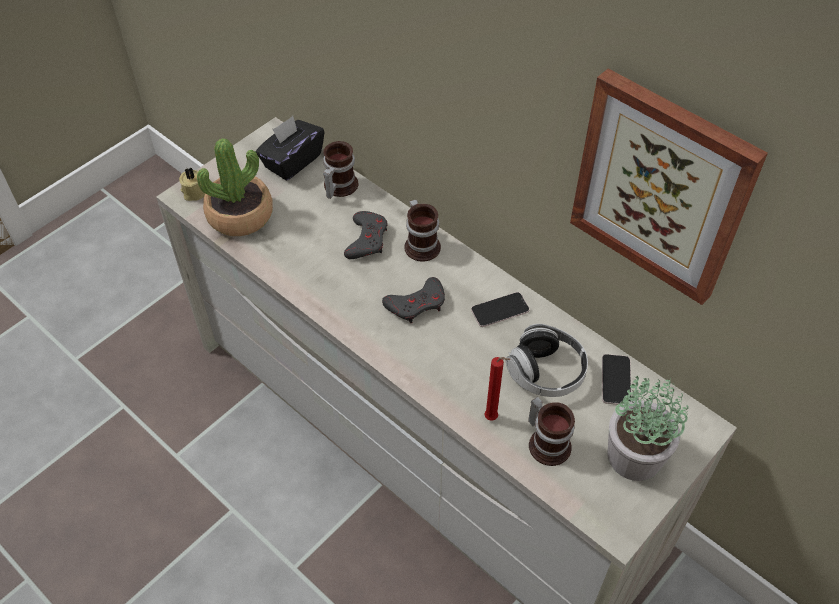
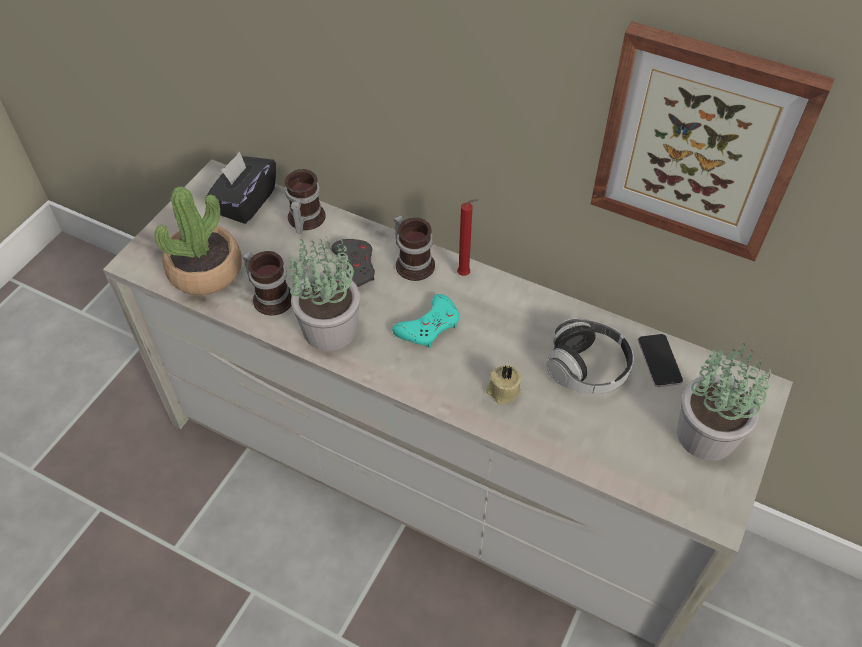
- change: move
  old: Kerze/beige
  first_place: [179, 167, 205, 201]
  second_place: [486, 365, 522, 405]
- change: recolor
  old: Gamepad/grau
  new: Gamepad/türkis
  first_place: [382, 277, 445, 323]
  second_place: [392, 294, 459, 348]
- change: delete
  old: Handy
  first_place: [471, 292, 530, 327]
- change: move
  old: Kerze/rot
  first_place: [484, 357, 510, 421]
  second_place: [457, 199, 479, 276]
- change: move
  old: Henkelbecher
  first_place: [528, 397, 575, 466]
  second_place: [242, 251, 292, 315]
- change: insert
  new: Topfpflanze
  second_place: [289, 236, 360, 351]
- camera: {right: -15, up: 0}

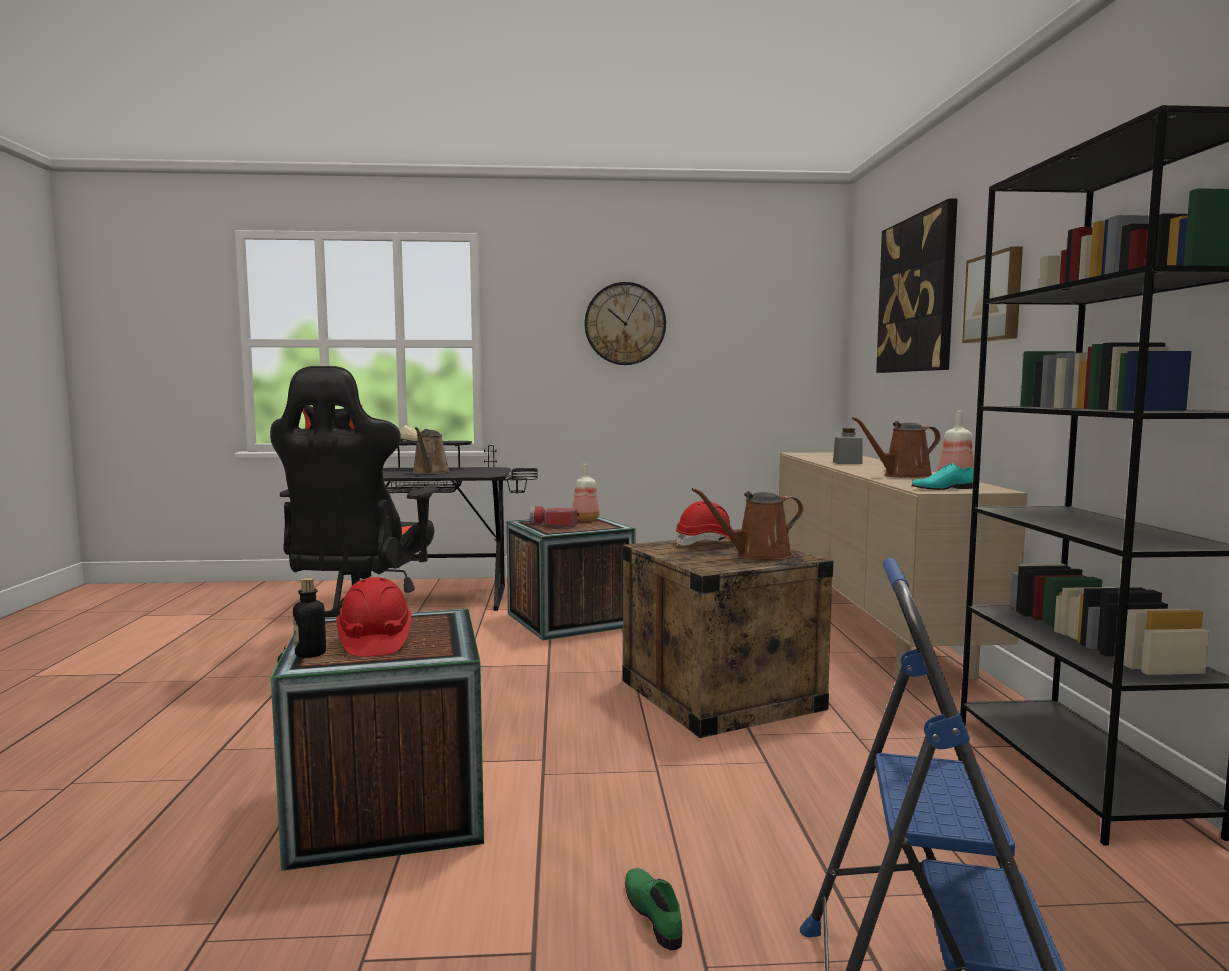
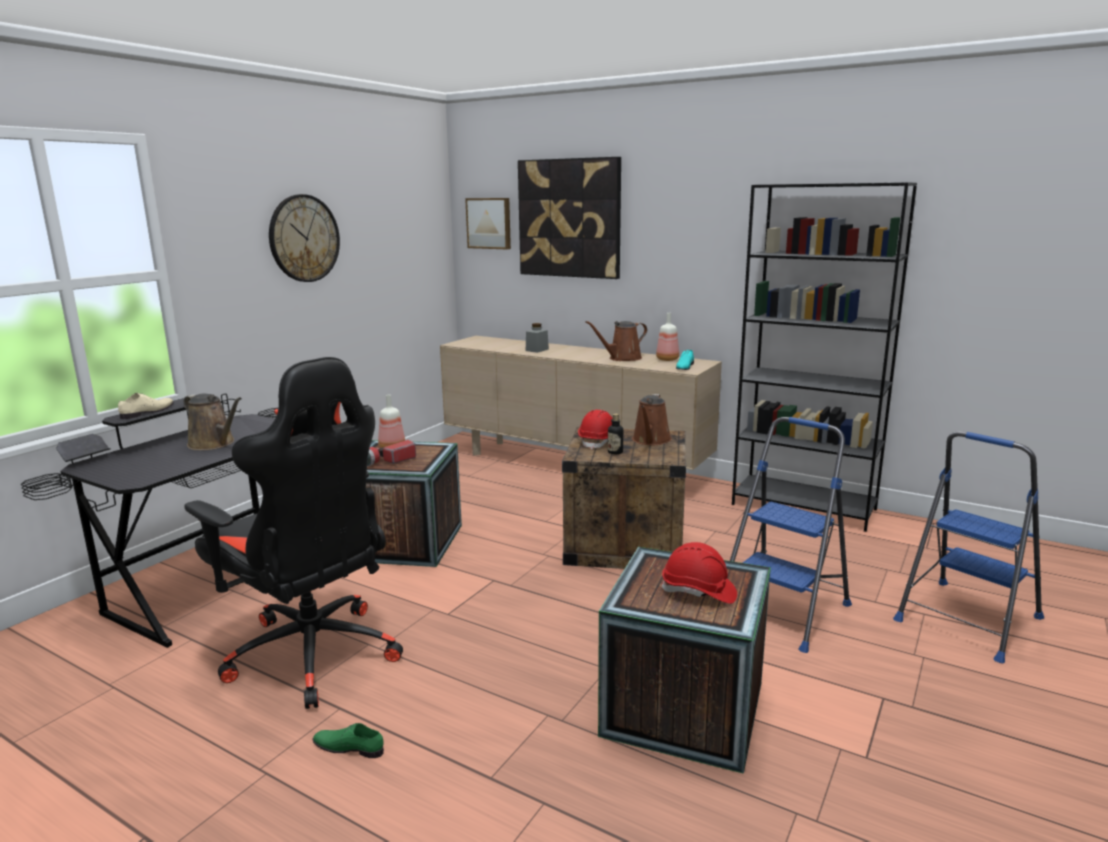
- change: move
  old: Flasche
  first_place: [293, 578, 326, 658]
  second_place: [608, 414, 623, 454]
- change: move
  old: Schuh/grün
  first_place: [625, 868, 682, 950]
  second_place: [313, 723, 384, 758]
- change: rotate
  old: Gießkanne/braun
  first_place: [852, 417, 941, 478]
  second_place: [585, 321, 647, 361]
  degrees: 45
- change: move
  old: Bild
  first_place: [962, 246, 1023, 343]
  second_place: [465, 198, 511, 249]
- change: insert
  new: Trittleiter/blau
  second_place: [730, 417, 852, 653]
- camera: {right: -55, up: 10}

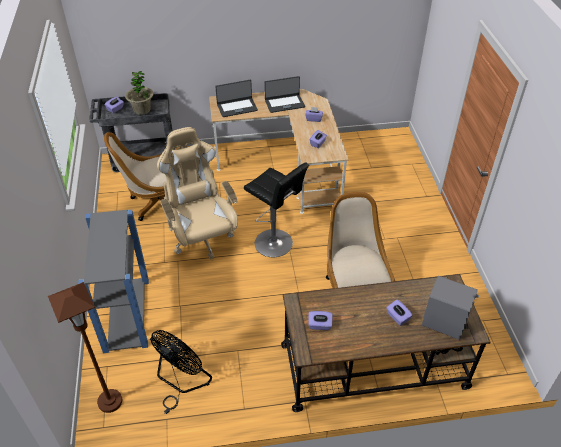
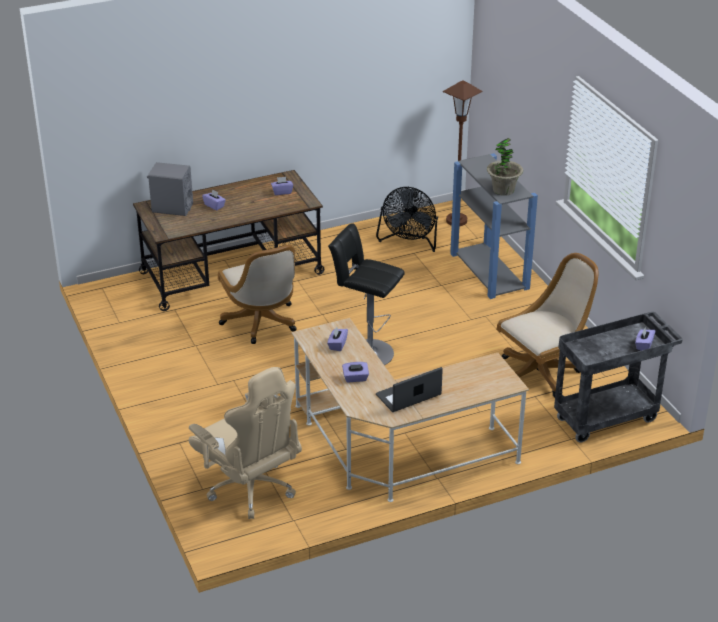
- change: move
  old: Topfpflanze
  first_place: [125, 71, 154, 115]
  second_place: [487, 138, 523, 196]
- change: move
  old: Bürostuhl/beige
  first_place: [157, 127, 238, 260]
  second_place: [189, 367, 302, 519]
- change: delete
  old: Laptop
  first_place: [215, 80, 258, 117]
- camera: {right: 165, up: -10}

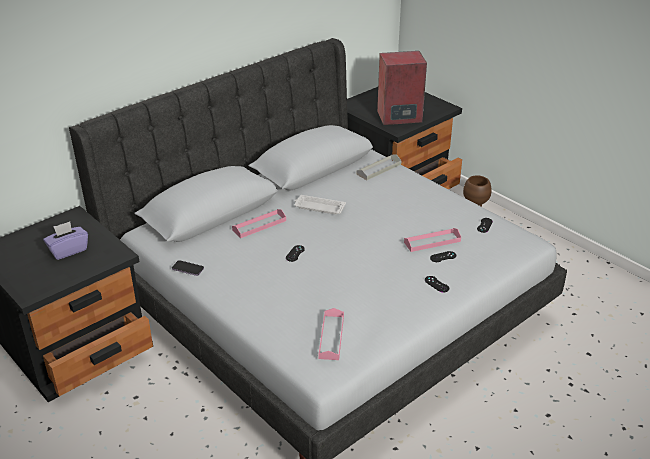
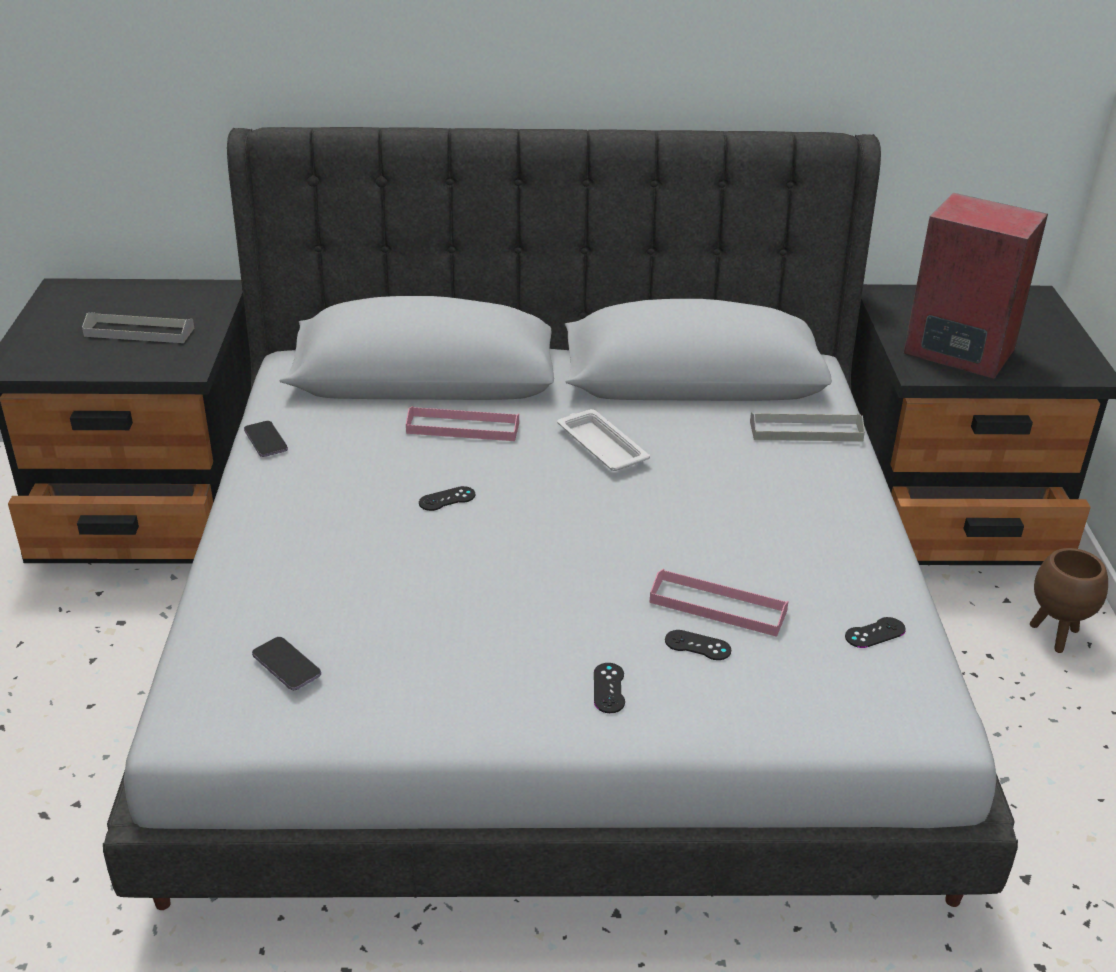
- change: replace
  old: Taschentuchbox/lila
  new: Tablett/grau
  first_place: [43, 222, 88, 260]
  second_place: [82, 312, 194, 343]
- change: replace
  old: Tablett/rosa
  new: Handy
  first_place: [318, 308, 344, 360]
  second_place: [252, 637, 321, 690]
- camera: {right: 40, up: 0}

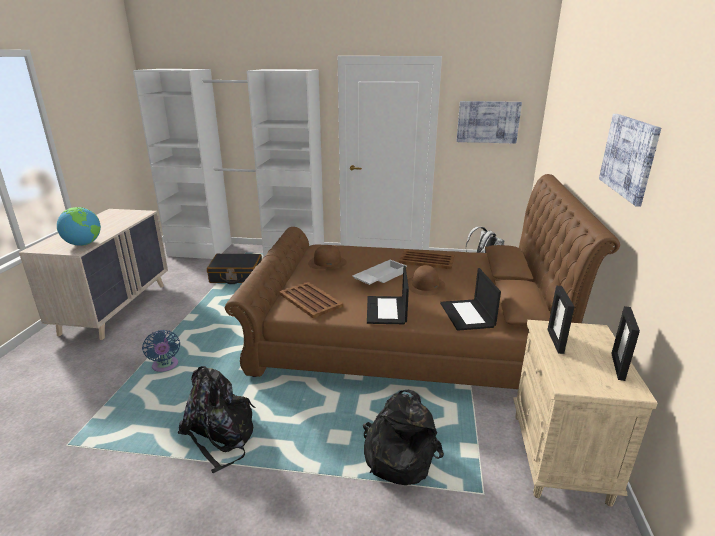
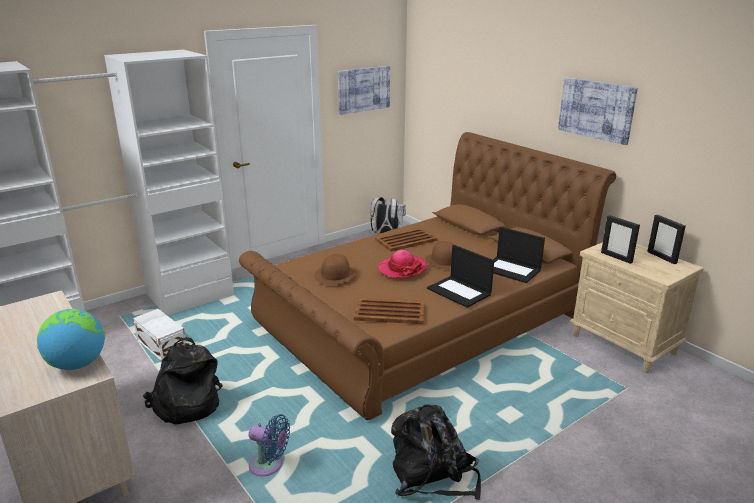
- change: replace
  old: Koffer/schwarz
  new: Aufbewahrungsbox/weiß
  first_place: [207, 254, 262, 284]
  second_place: [133, 309, 186, 361]
- change: replace
  old: Tablett/weiß
  new: Hut
  first_place: [352, 260, 407, 285]
  second_place: [378, 250, 428, 278]
- change: move
  old: Rucksack/schwarz
  first_place: [363, 390, 444, 485]
  second_place: [143, 337, 222, 424]
- camera: {right: -45, up: 0}

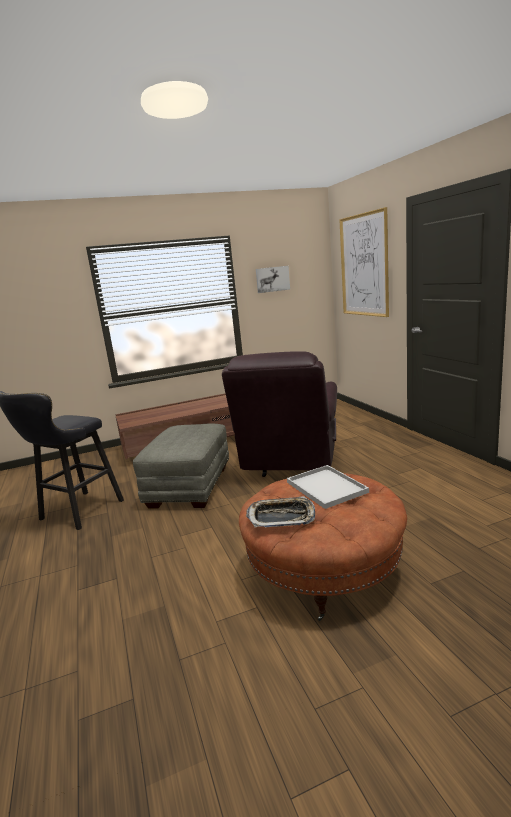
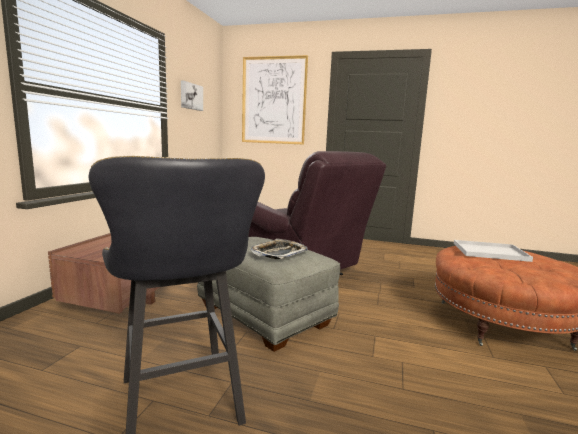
- change: move
  old: Tablett
  first_place: [246, 496, 315, 527]
  second_place: [251, 239, 308, 259]
- camera: {right: -55, up: -5}

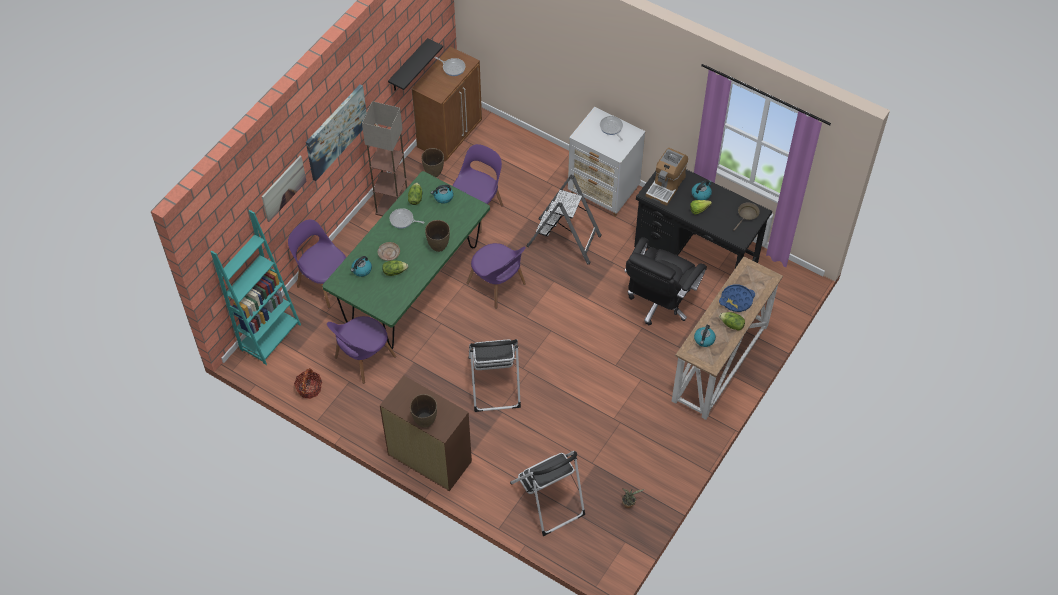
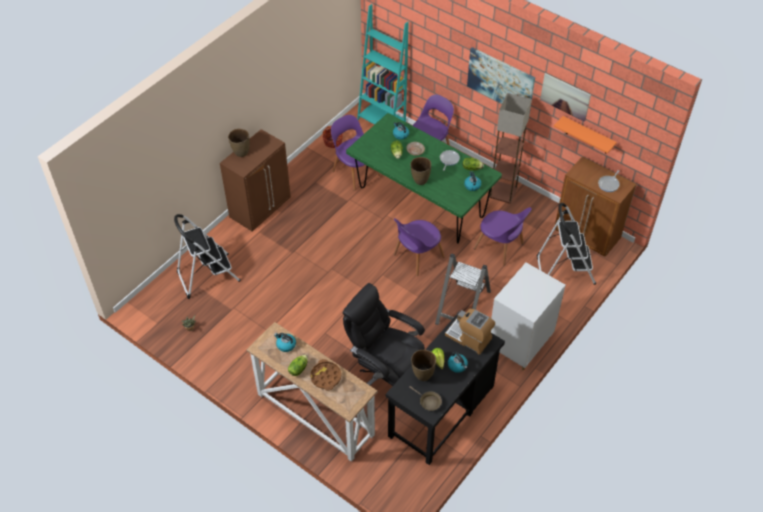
- change: move
  old: Bild
  first_place: [262, 156, 307, 222]
  second_place: [540, 73, 591, 122]
- change: recolor
  old: Wandregal/schwarz
  new: Wandregal/orange
  first_place: [388, 38, 443, 91]
  second_place: [554, 116, 617, 153]
- change: move
  old: Vase/braun
  first_place: [422, 148, 444, 177]
  second_place: [411, 350, 436, 381]
- change: move
  old: Trittleiter
  first_place: [469, 339, 521, 412]
  second_place: [537, 203, 596, 285]
- change: delete
  old: Pfanne
  first_place: [600, 116, 623, 141]
- change: recolor
  old: Tablett/blau
  new: Tablett/braun
  first_place: [719, 284, 755, 312]
  second_place: [310, 359, 342, 391]
- camera: {right: 95, up: -5}

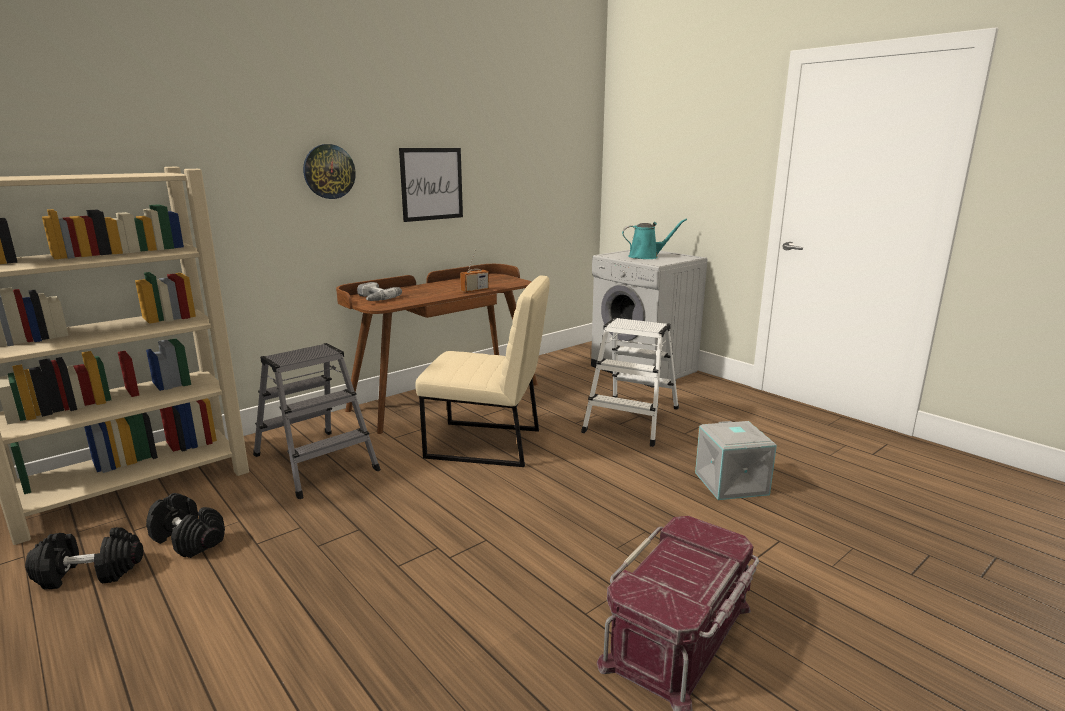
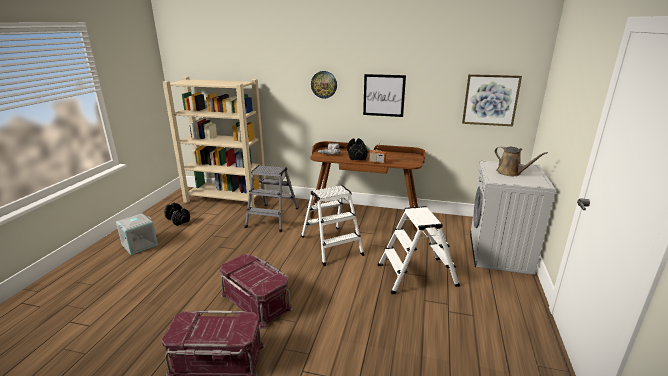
- change: move
  old: Hantel/schwarz
  first_place: [146, 493, 225, 558]
  second_place: [347, 138, 368, 160]
- change: replace
  old: Stuhl/beige
  new: Trittleiter/weiß
  first_place: [415, 275, 550, 467]
  second_place: [301, 185, 364, 266]
- change: recolor
  old: Gießkanne/türkis
  new: Gießkanne/braun
  first_place: [622, 219, 687, 259]
  second_place: [495, 146, 548, 176]
- change: move
  old: Aufbewahrungsbox/grau
  first_place: [695, 421, 777, 500]
  second_place: [116, 213, 158, 255]
- change: insert
  new: Aufbewahrungsbox/rot
  second_place: [220, 254, 293, 329]
- change: insert
  new: Bild
  second_place: [462, 74, 522, 126]
- camera: {right: 55, up: 5}

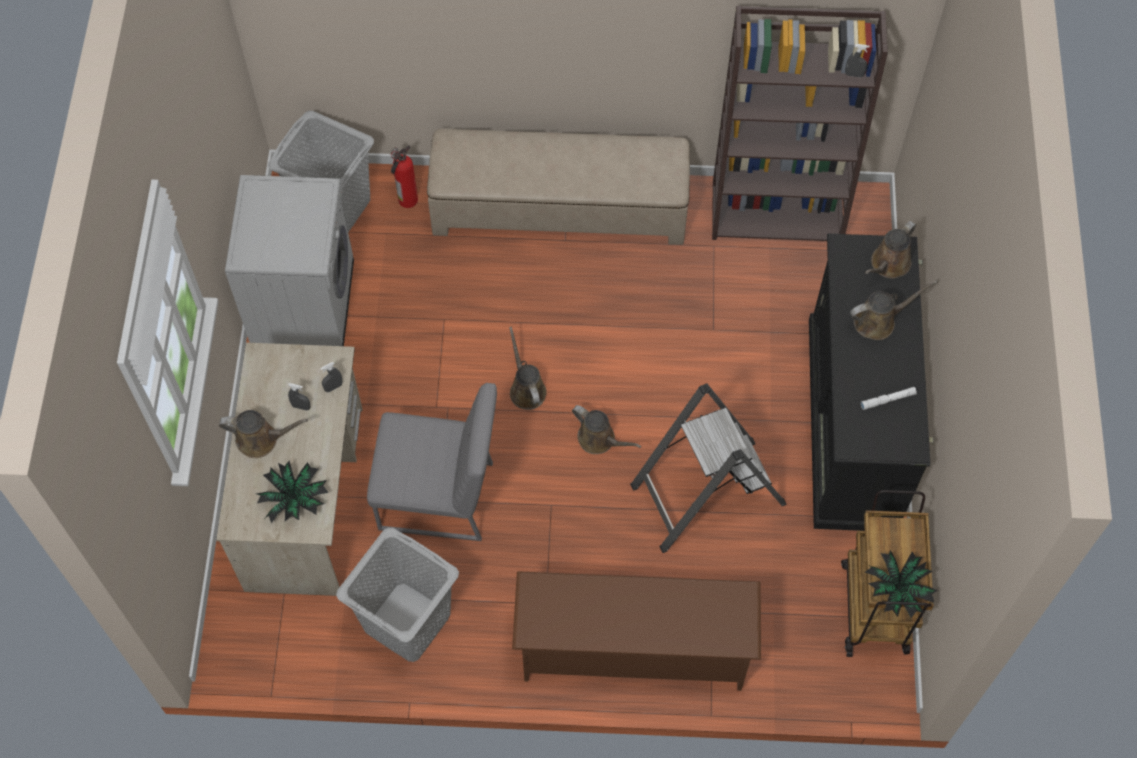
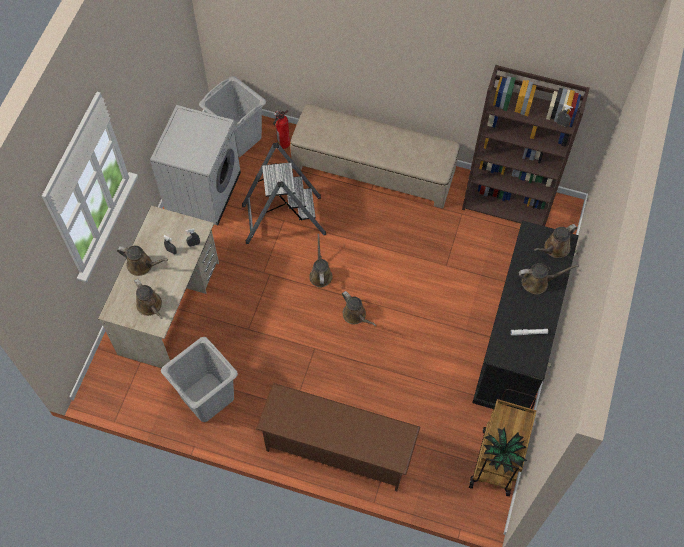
- change: replace
  old: Topfpflanze
  new: Gießkanne/braun
  first_place: [257, 461, 329, 523]
  second_place: [134, 279, 162, 319]
- change: delete
  old: Stuhl/grau
  first_place: [367, 383, 497, 541]
- change: move
  old: Trittleiter/grau
  first_place: [630, 383, 787, 553]
  second_place: [242, 143, 326, 244]
- camera: {right: 15, up: 0}

